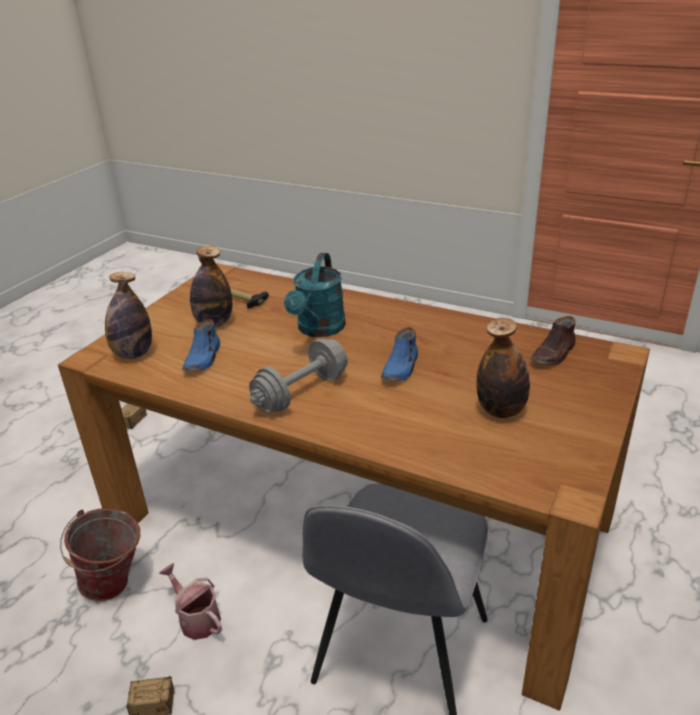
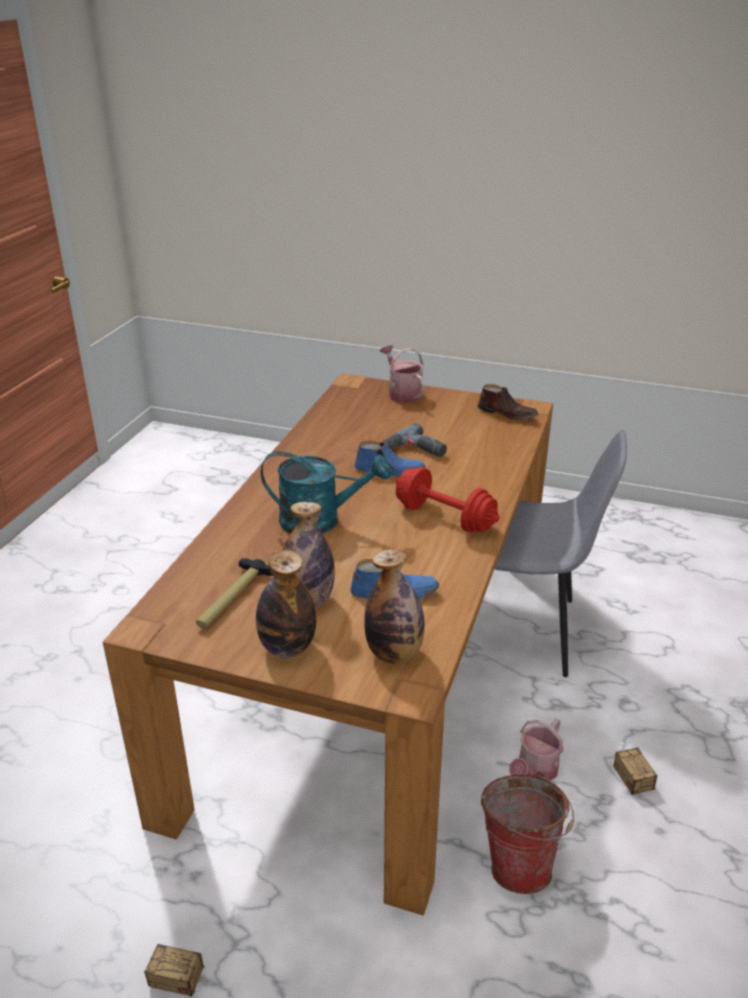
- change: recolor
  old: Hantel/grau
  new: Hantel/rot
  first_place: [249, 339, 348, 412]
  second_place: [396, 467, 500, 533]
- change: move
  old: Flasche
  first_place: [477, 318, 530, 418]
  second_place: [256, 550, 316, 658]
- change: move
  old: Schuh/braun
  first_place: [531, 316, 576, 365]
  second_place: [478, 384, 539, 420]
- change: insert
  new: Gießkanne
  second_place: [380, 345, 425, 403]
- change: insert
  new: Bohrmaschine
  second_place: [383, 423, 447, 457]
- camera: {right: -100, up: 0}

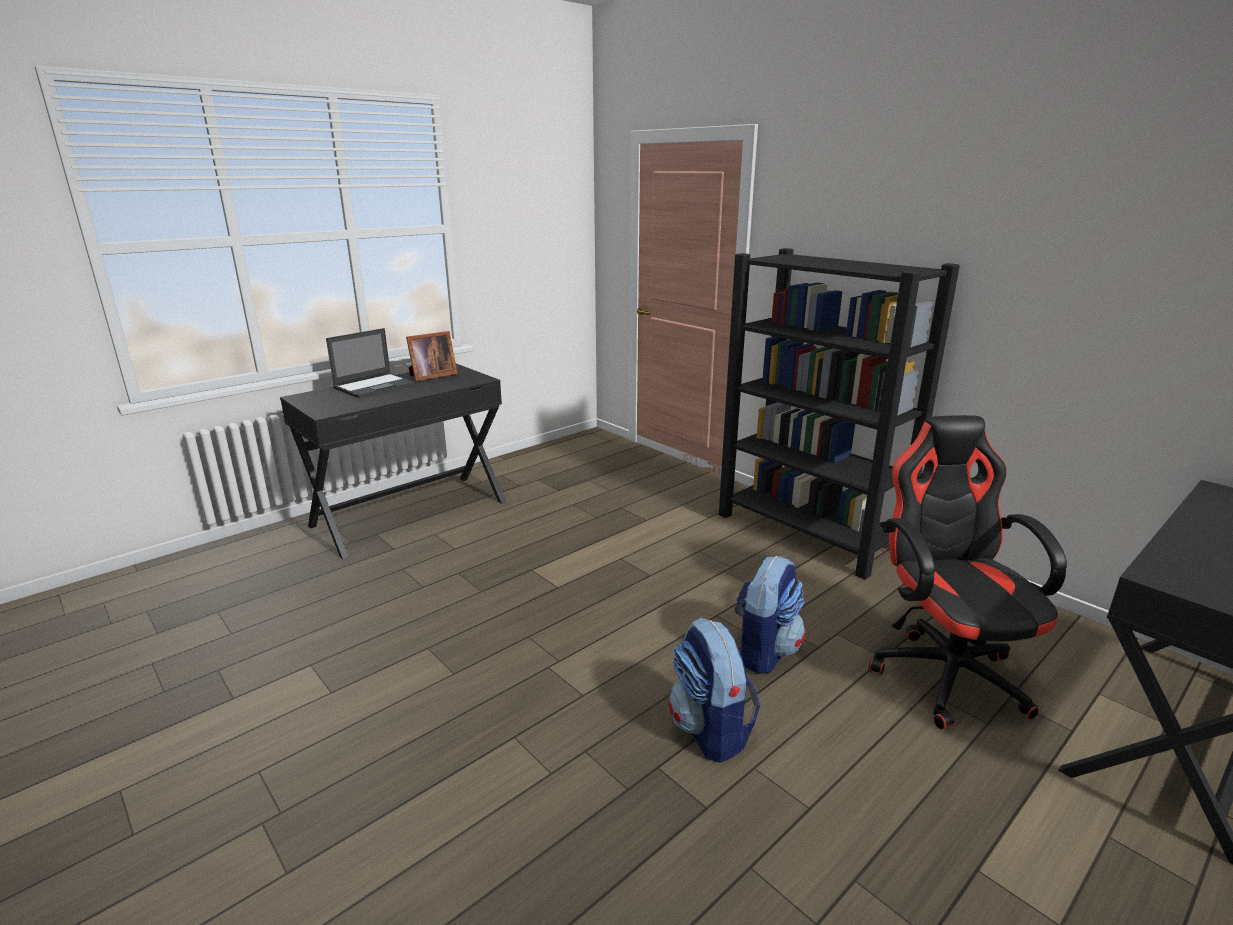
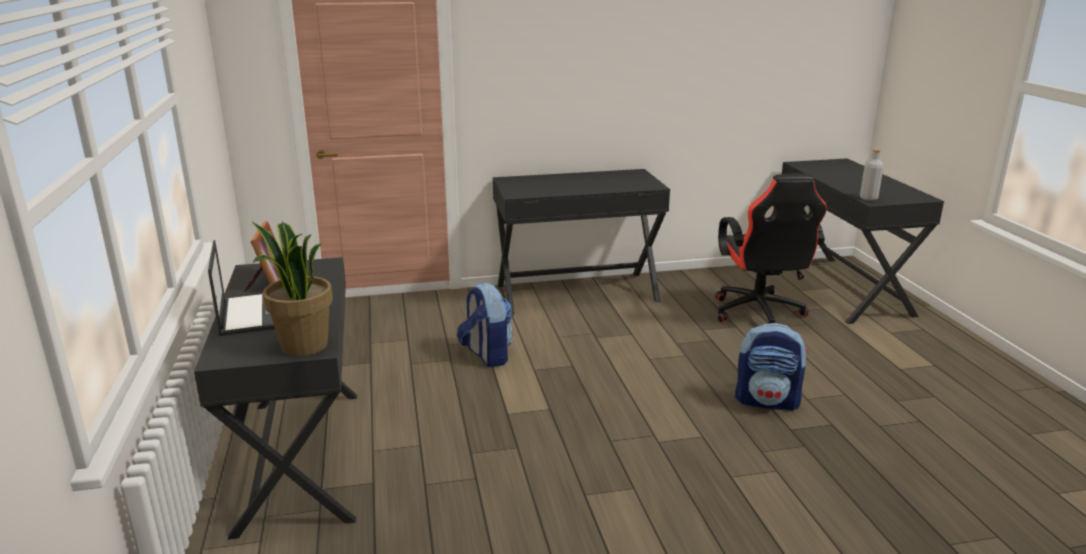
- change: replace
  old: Bücherregal/schwarz
  new: Schreibtisch/schwarz
  first_place: [719, 248, 960, 580]
  second_place: [493, 169, 670, 315]
- change: move
  old: Rucksack
  first_place: [735, 556, 805, 674]
  second_place: [457, 283, 513, 367]
- change: rotate
  old: Bürostuhl/schwarz
  first_place: [868, 415, 1067, 730]
  second_place: [715, 173, 827, 323]
  degrees: -120
- change: insert
  new: Topfpflanze
  second_place: [252, 222, 333, 356]
- change: insert
  new: Flasche/grau
  second_place: [860, 149, 884, 201]
- camera: {right: -60, up: 0}

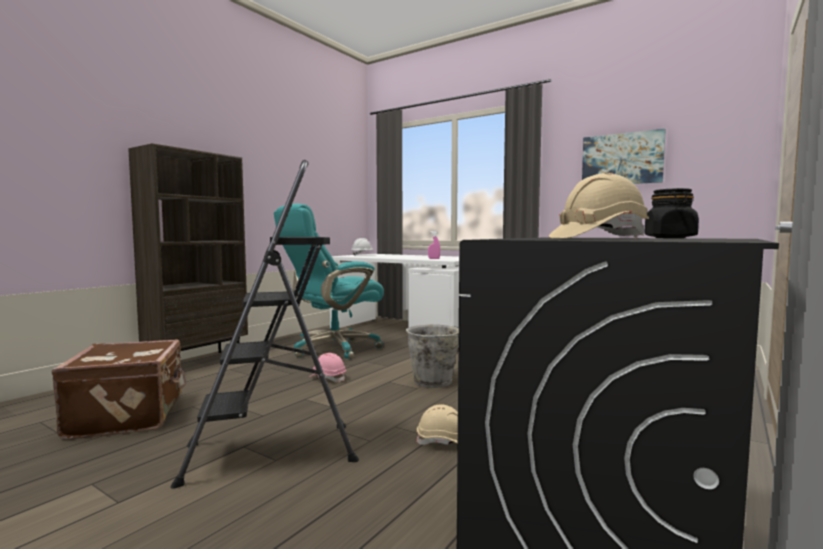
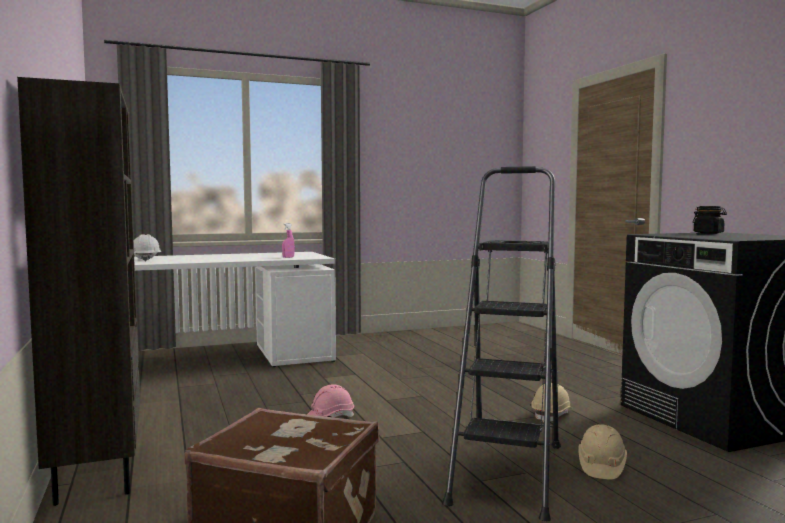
- change: delete
  old: Bürostuhl/türkis
  first_place: [274, 204, 384, 359]
- change: delete
  old: Eimer/grau
  first_place: [406, 324, 459, 388]
- change: move
  old: Schutzhelm/beige
  first_place: [549, 173, 649, 239]
  second_place: [578, 424, 627, 480]
- change: delete
  old: Bild
  first_place: [582, 129, 666, 184]
- camera: {right: -55, up: 0}

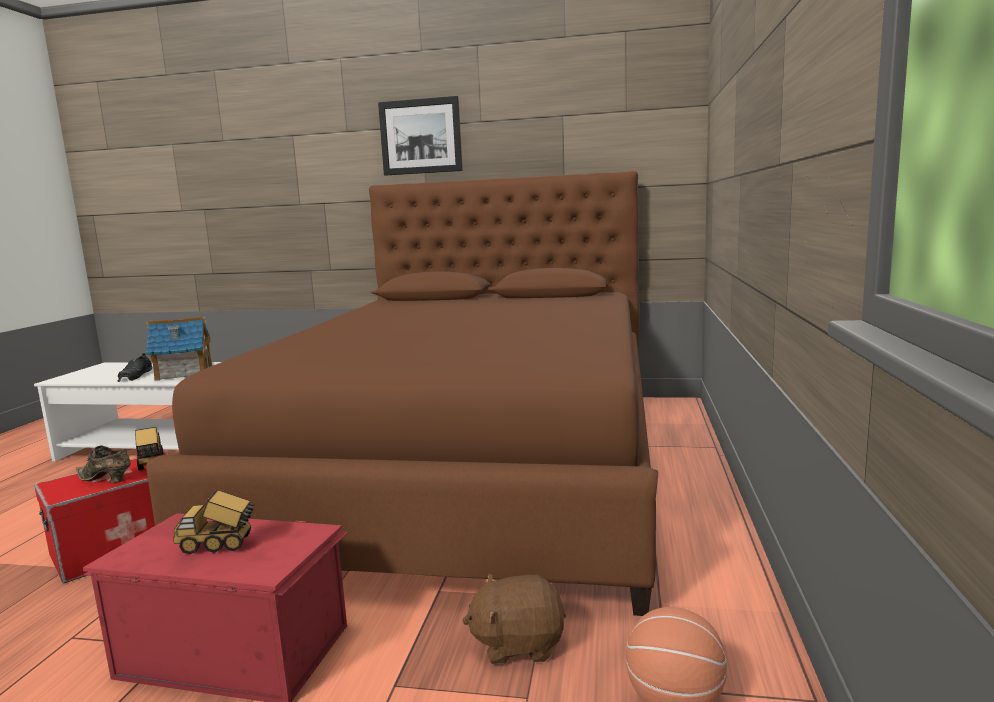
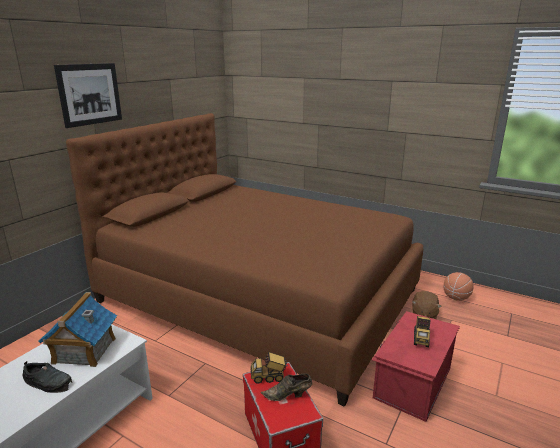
- change: rotate
  old: Schuh/braun
  first_place: [76, 446, 131, 483]
  second_place: [261, 373, 312, 401]
  degrees: 45
- camera: {right: -70, up: 10}

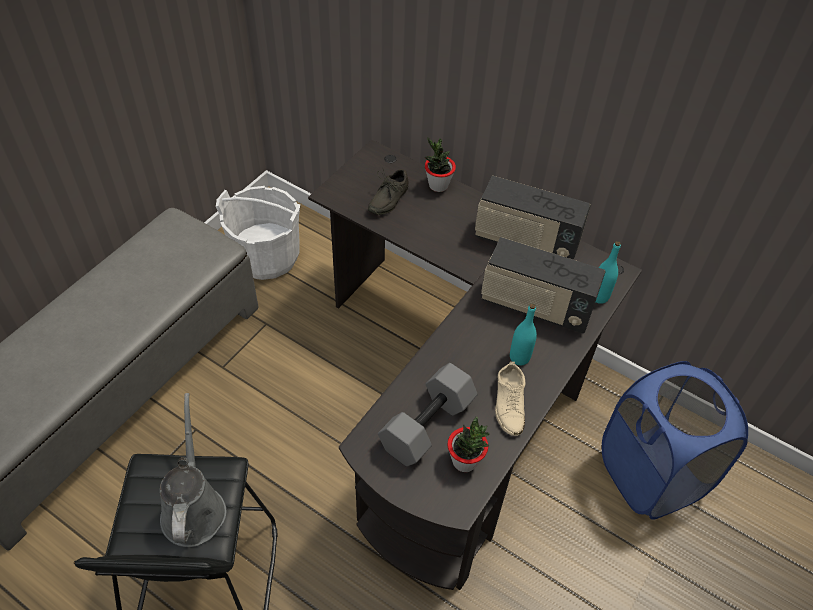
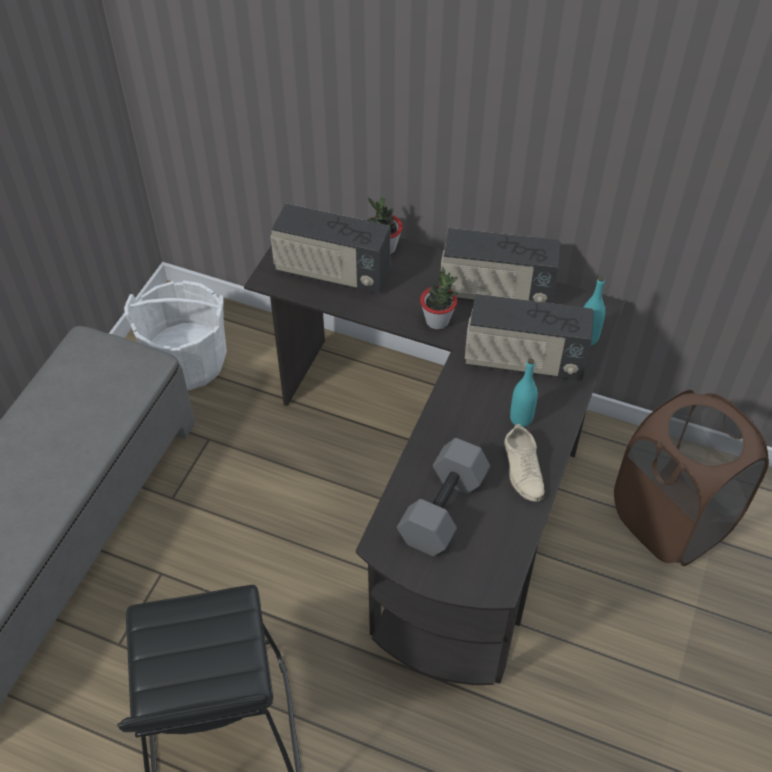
- change: delete
  old: Gießkanne/grau
  first_place: [160, 393, 226, 547]
- change: replace
  old: Schuh/grau
  new: Radio
  first_place: [368, 167, 409, 215]
  second_place: [271, 203, 390, 294]
- change: move
  old: Topfpflanze
  first_place: [447, 416, 489, 472]
  second_place: [420, 267, 458, 329]
- change: recolor
  old: Wäschekorb/blau
  new: Wäschekorb/braun
  first_place: [602, 361, 748, 520]
  second_place: [614, 390, 769, 566]
- camera: {right: -10, up: 0}

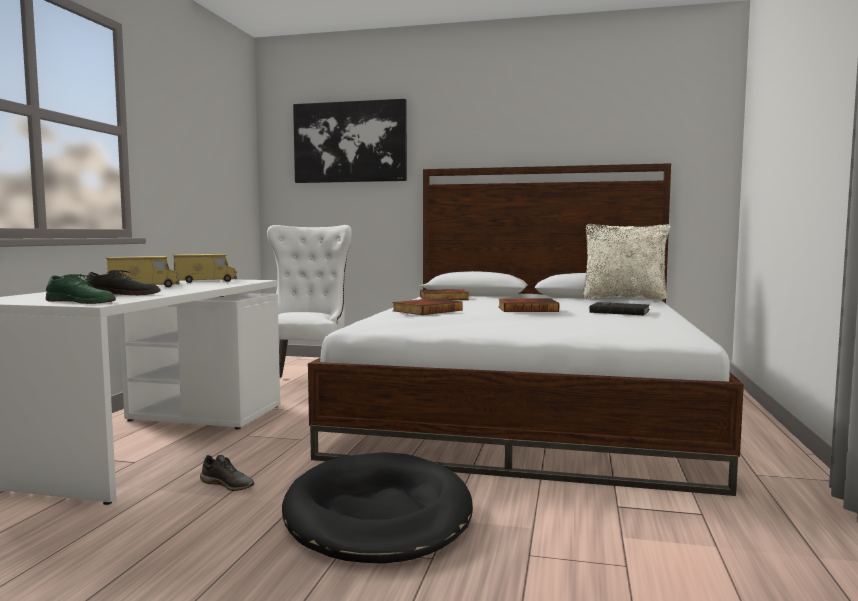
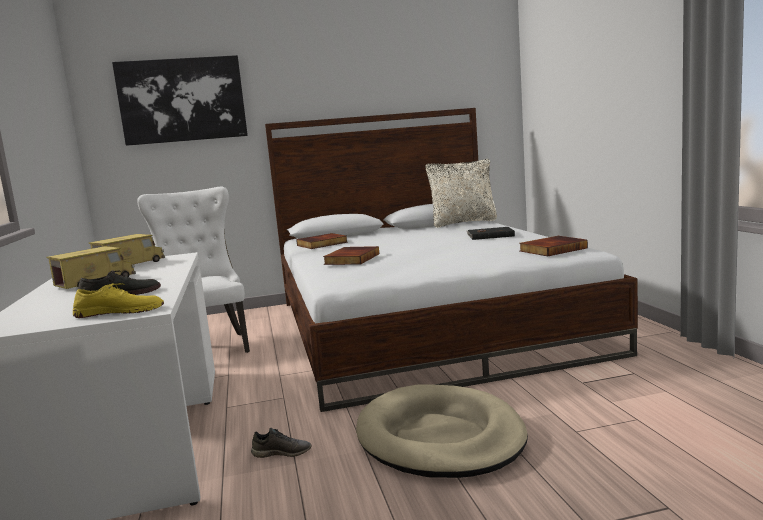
- change: recolor
  old: Schuh/grün
  new: Schuh/gelb
  first_place: [46, 274, 116, 304]
  second_place: [73, 283, 164, 318]
- change: recolor
  old: Hundebett/schwarz
  new: Hundebett/beige
  first_place: [282, 452, 473, 564]
  second_place: [356, 384, 528, 478]
- change: move
  old: Buch
  first_place: [498, 298, 559, 312]
  second_place: [519, 236, 588, 256]
- camera: {right: -25, up: 5}

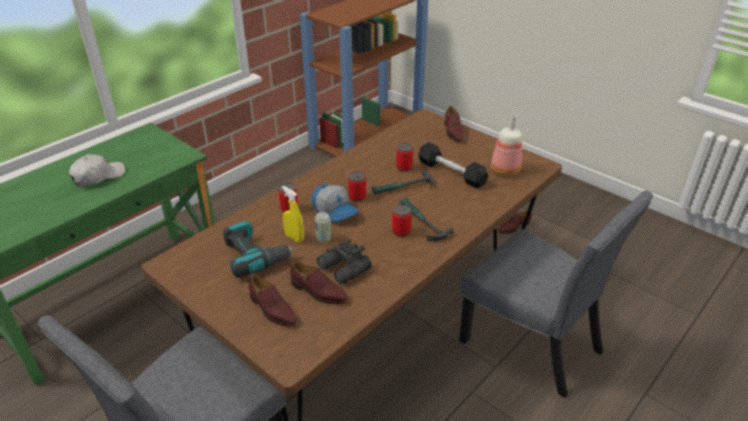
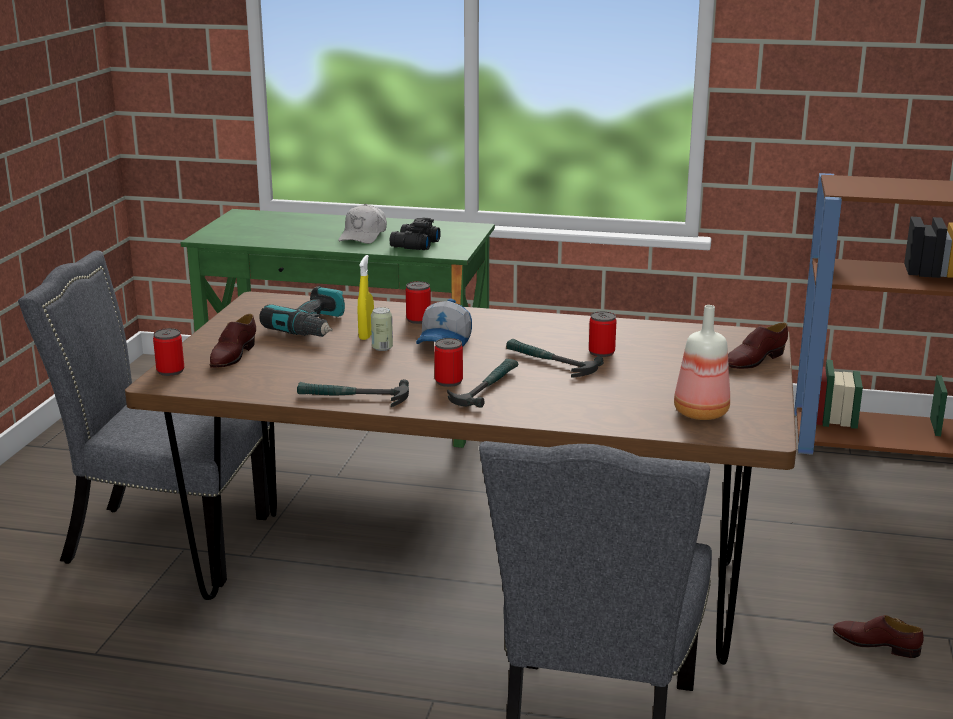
- change: rotate
  old: Kappe/weiß
  first_place: [69, 154, 125, 187]
  second_place: [338, 204, 387, 244]
  degrees: 90
- change: delete
  old: Schuh/braun
  first_place: [290, 261, 348, 304]
- change: move
  old: Fernglas/schwarz
  first_place: [317, 239, 372, 284]
  second_place: [390, 218, 441, 250]
- change: move
  old: Dose
  first_place: [348, 171, 366, 202]
  second_place: [153, 328, 184, 376]
- change: delete
  old: Hantel/schwarz
  first_place: [418, 142, 488, 188]
- change: insert
  new: Hammer
  second_place: [297, 379, 409, 407]
- camera: {right: 60, up: -15}

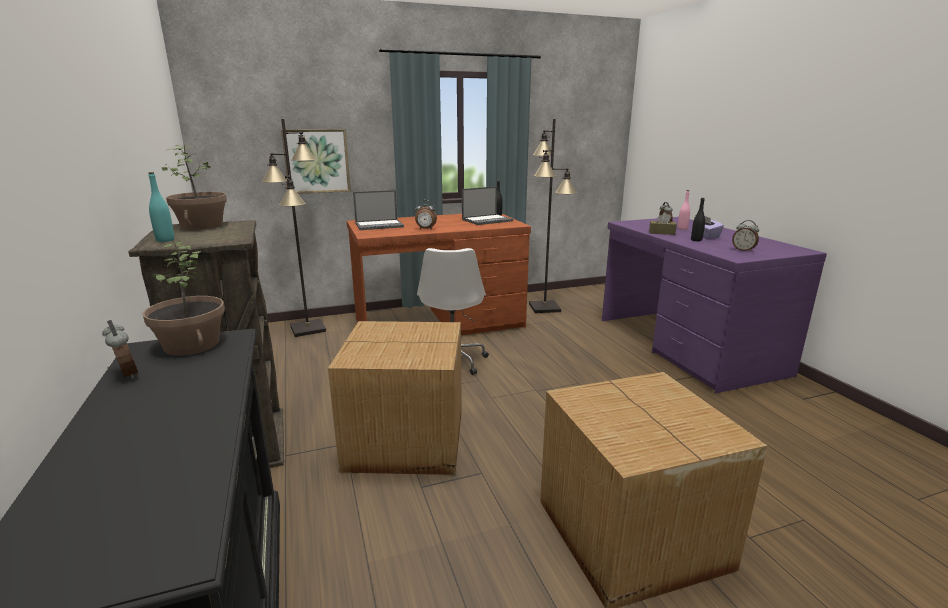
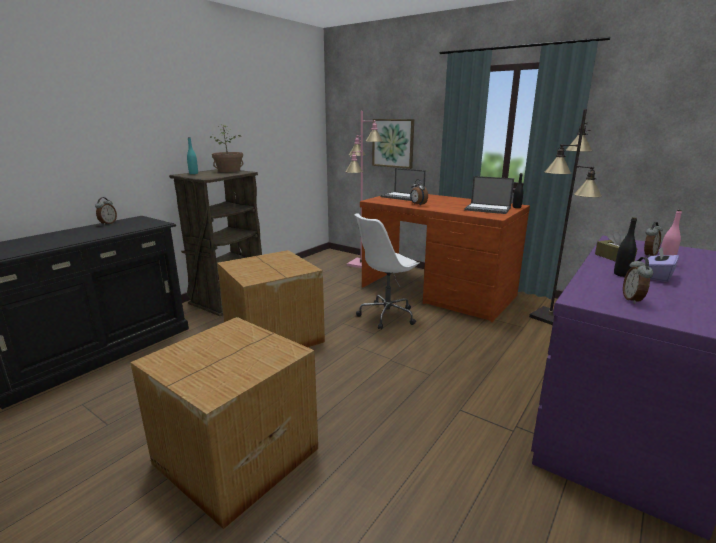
- change: delete
  old: Topfpflanze
  first_place: [142, 241, 225, 356]
- change: recolor
  old: Stehlampe/schwarz
  new: Stehlampe/rosa
  first_place: [262, 119, 326, 337]
  second_place: [345, 111, 383, 268]
- camera: {right: 55, up: 0}

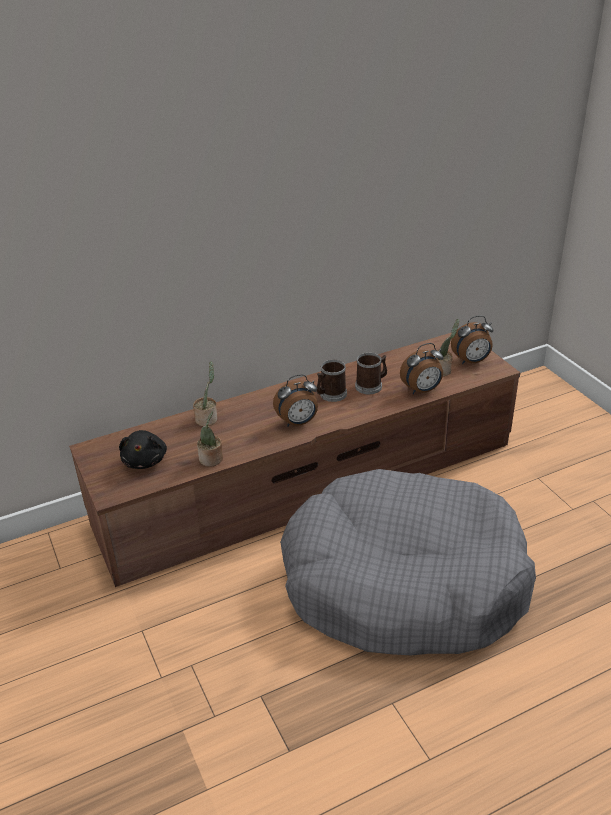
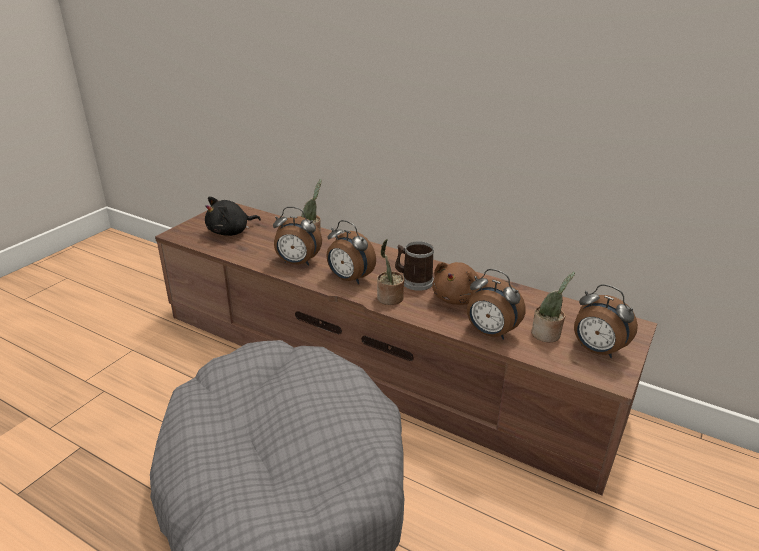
- change: move
  old: Topfpflanze
  first_place: [197, 412, 223, 467]
  second_place: [377, 239, 404, 305]
- change: replace
  old: Henkelbecher
  new: Plüschtier/braun
  first_place: [355, 353, 387, 394]
  second_place: [432, 262, 480, 305]
- change: insert
  new: Wecker
  second_place: [273, 207, 322, 266]
- camera: {right: 55, up: -5}

